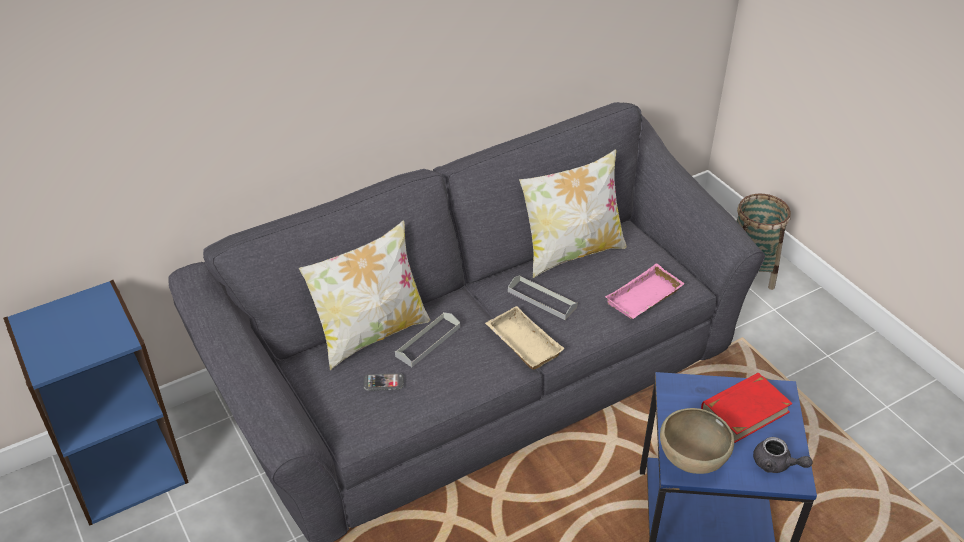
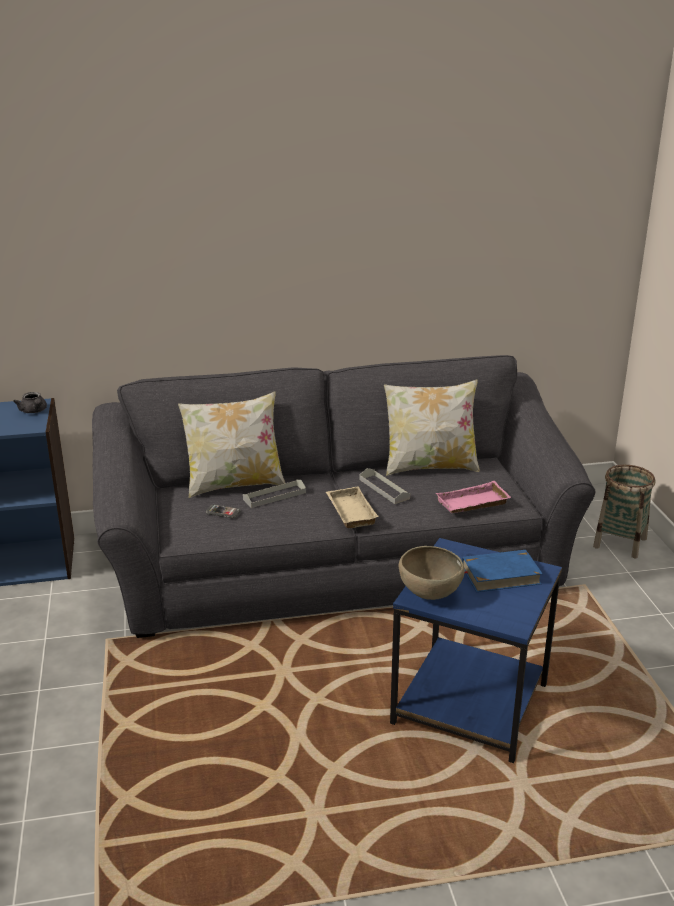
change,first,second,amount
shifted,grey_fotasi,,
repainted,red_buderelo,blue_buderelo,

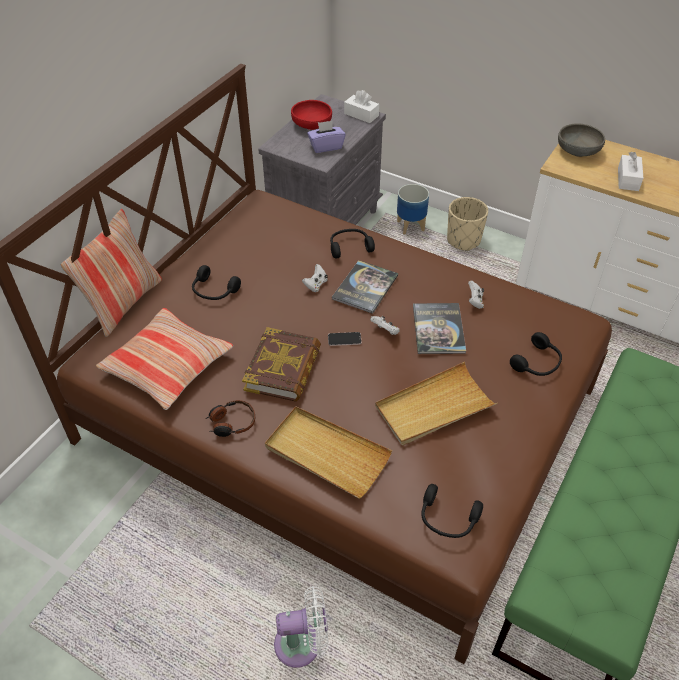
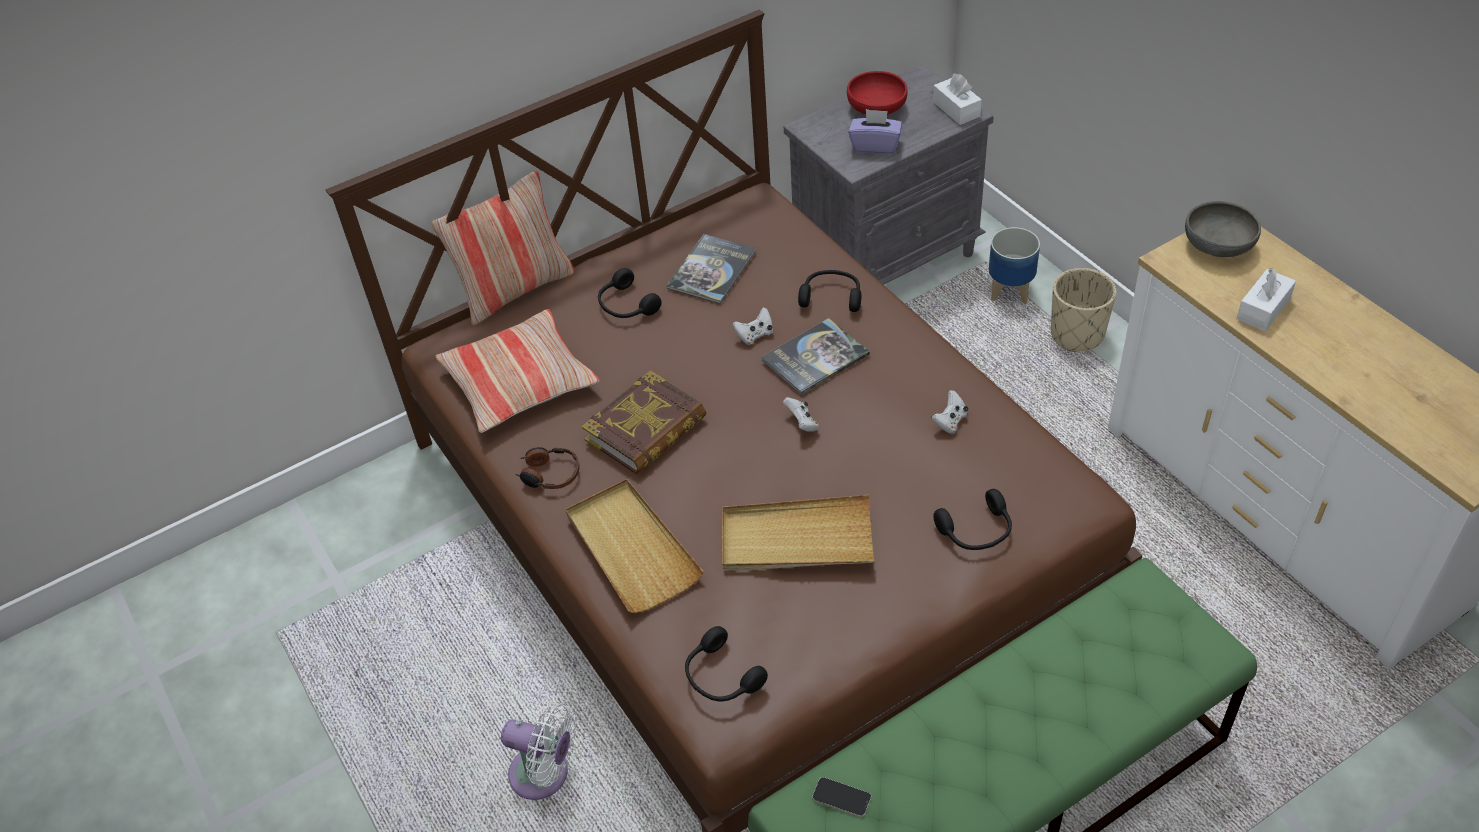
change,first,second,amount
shifted,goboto,,
shifted,buderelo (no. 3 from left in the first image),buderelo (no. 2 from left),

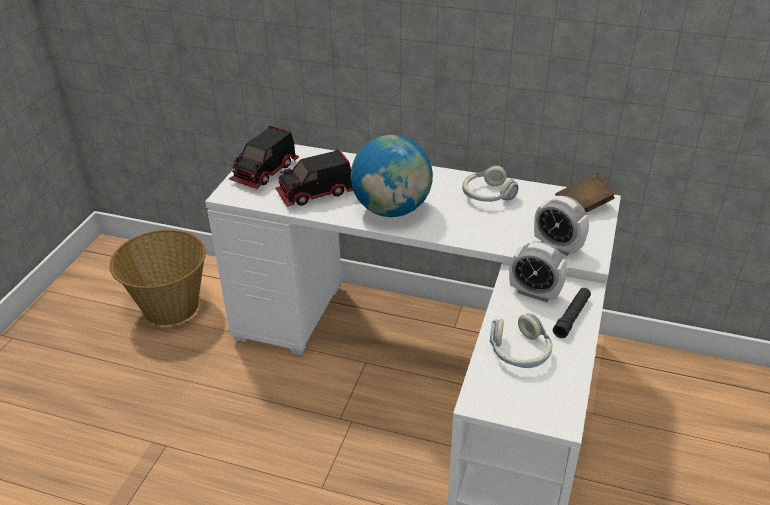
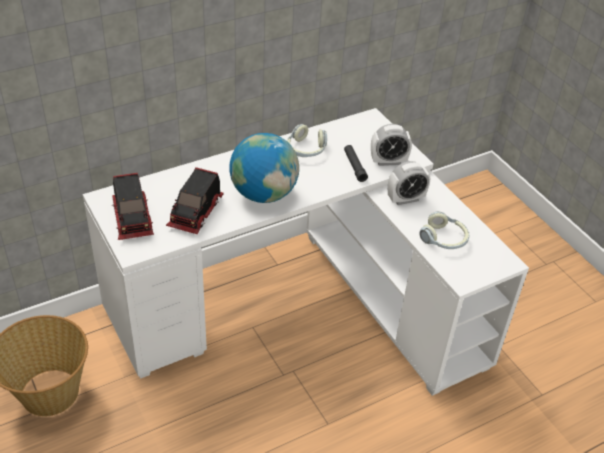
change,first,second,amount
gone,brown_buderelo,,
shifted,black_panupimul,,

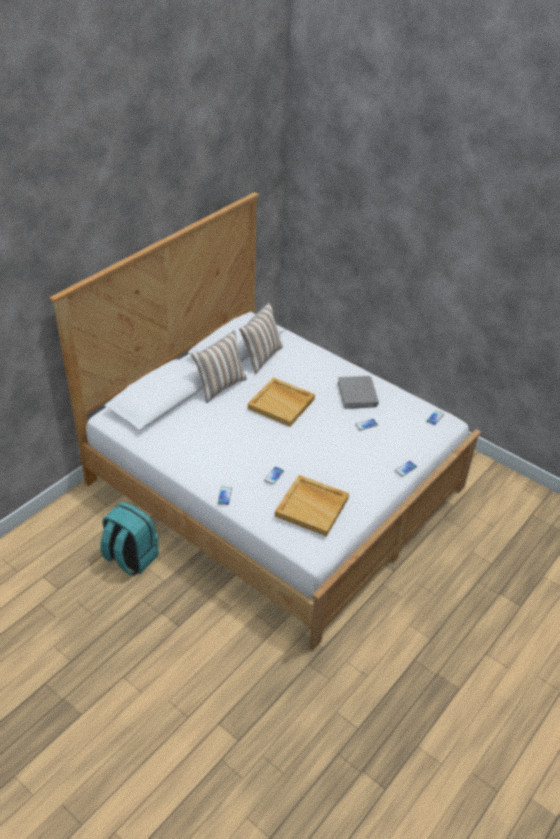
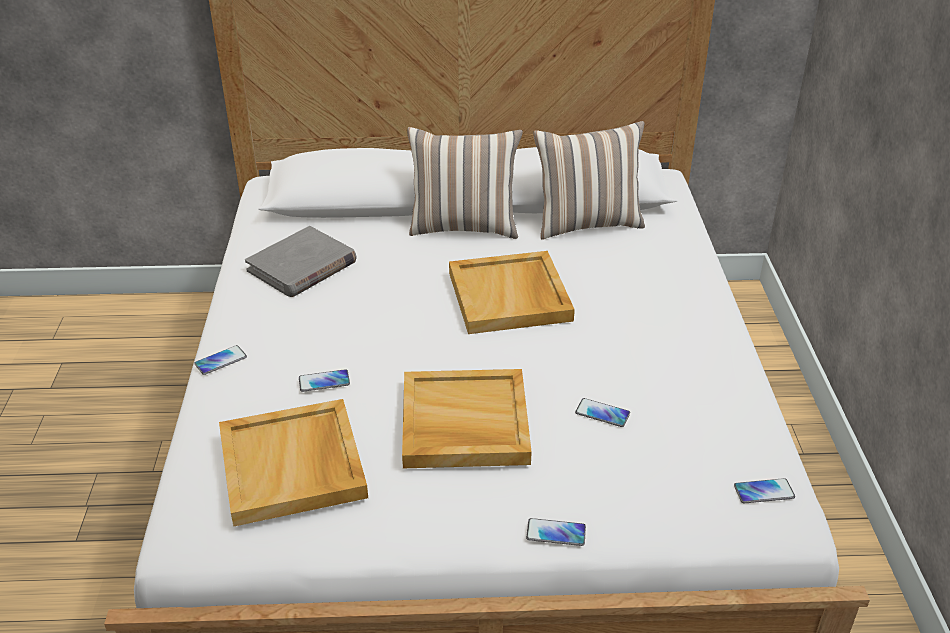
change,first,second,amount
gone,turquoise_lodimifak,,
new,,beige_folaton (no. 2 from left),
shifted,grey_buderelo,,

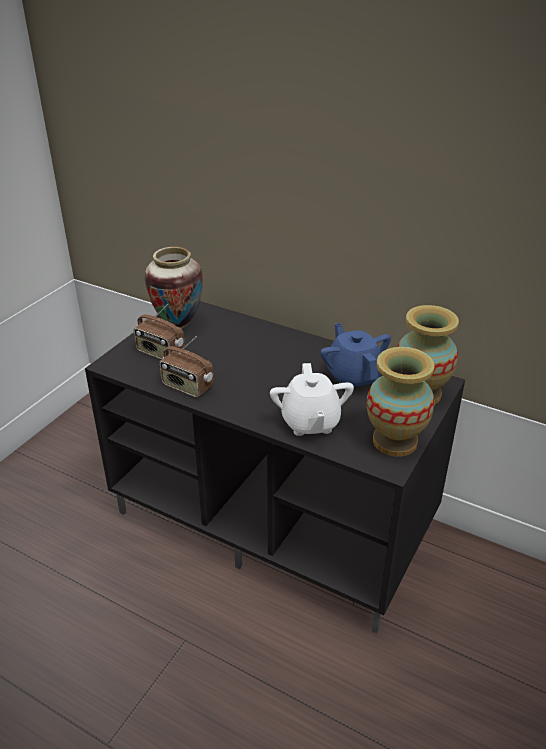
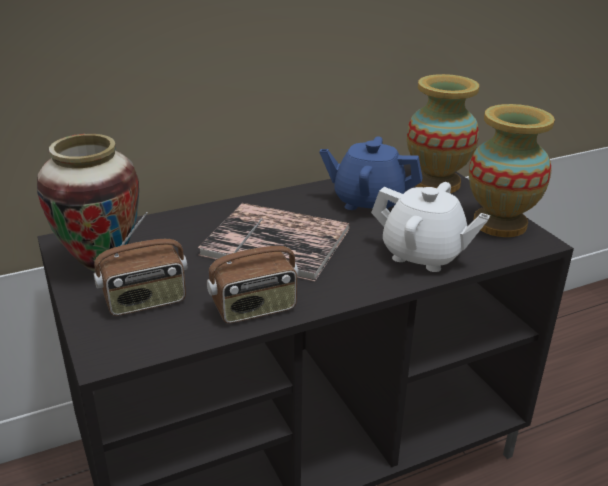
change,first,second,amount
new,,buderelo,

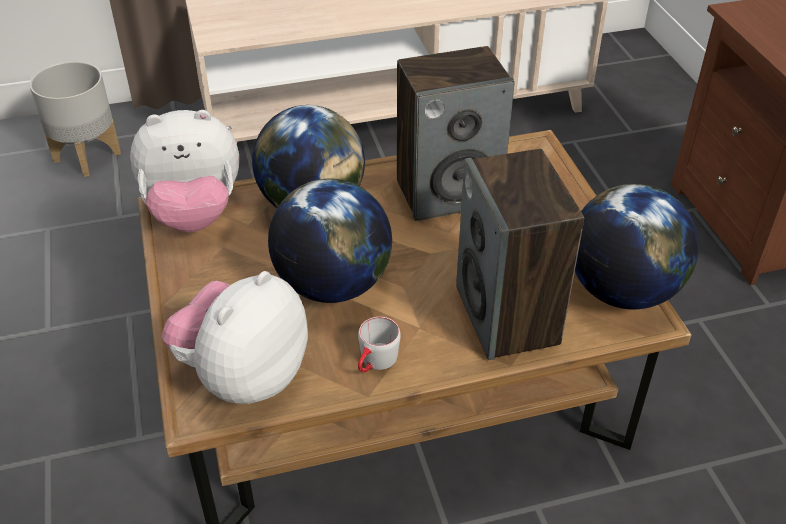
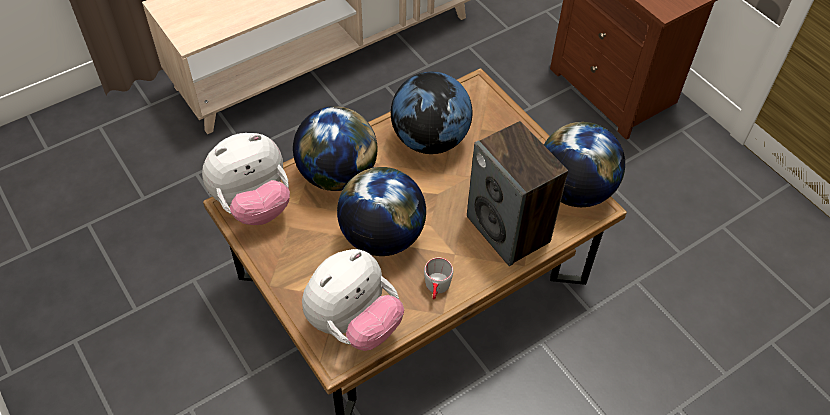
change,first,second,amount
gone,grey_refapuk,,
swapped,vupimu (no. 1 from left),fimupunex (no. 3 from left),
rotated,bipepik (no. 2 from left),,150 degrees counterclockwise

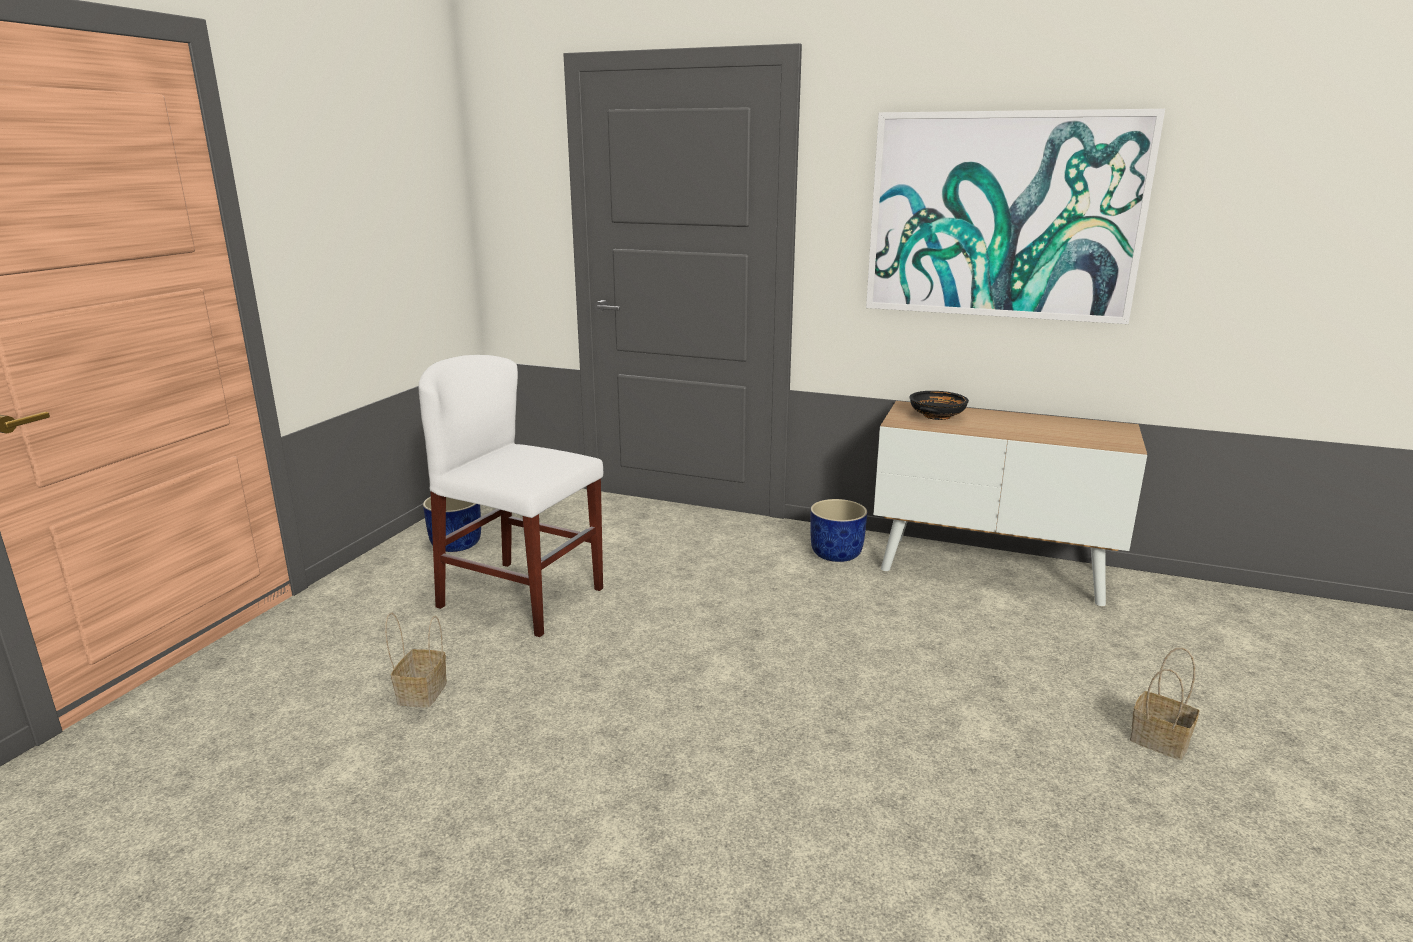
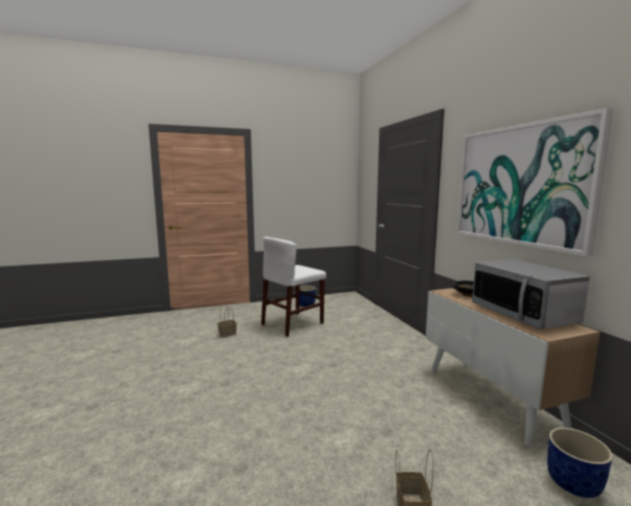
change,first,second,amount
new,,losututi,
shifted,blue_refapuk (no. 2 from left),,
rotated,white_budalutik,,120 degrees counterclockwise

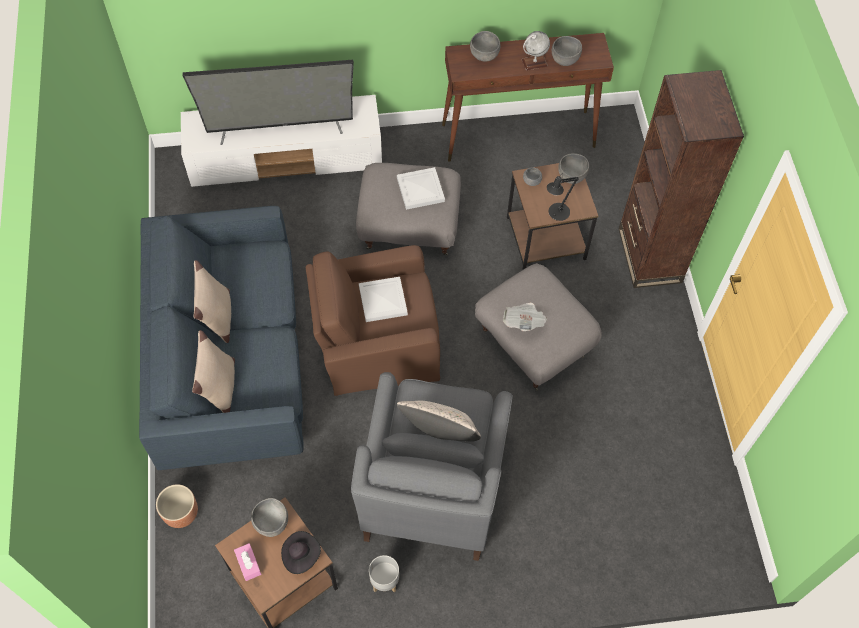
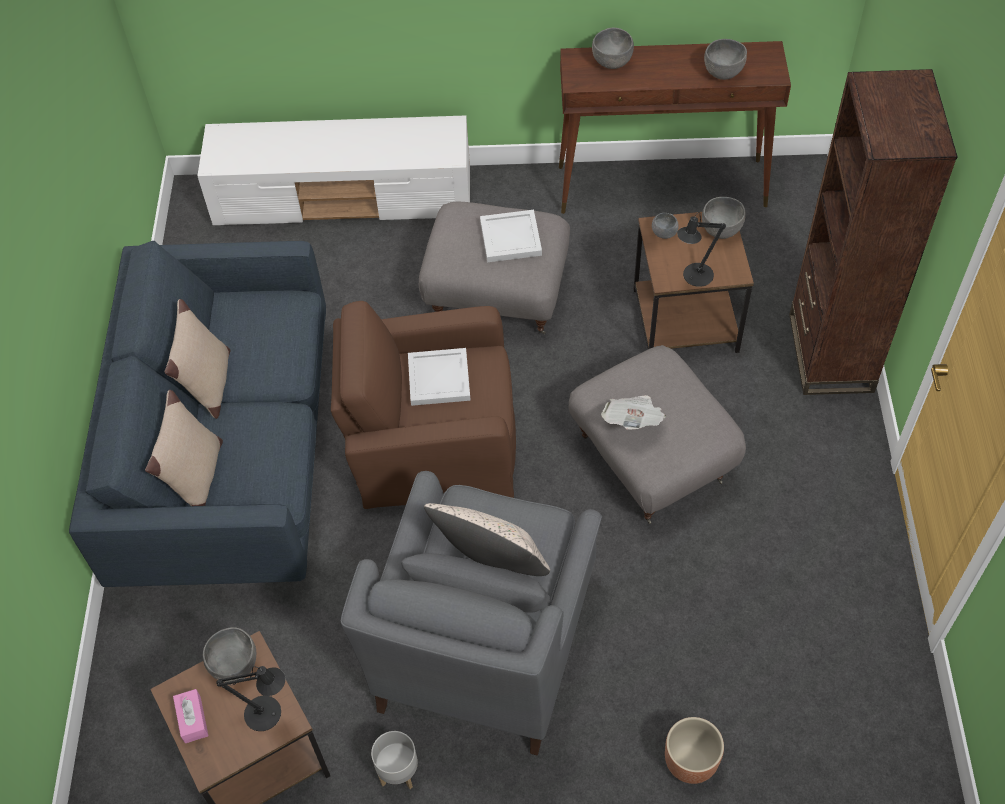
change,first,second,amount
gone,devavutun,,
gone,fimupunex,,
shifted,brown_refapuk,,
swapped,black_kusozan,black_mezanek (no. 1 from left),

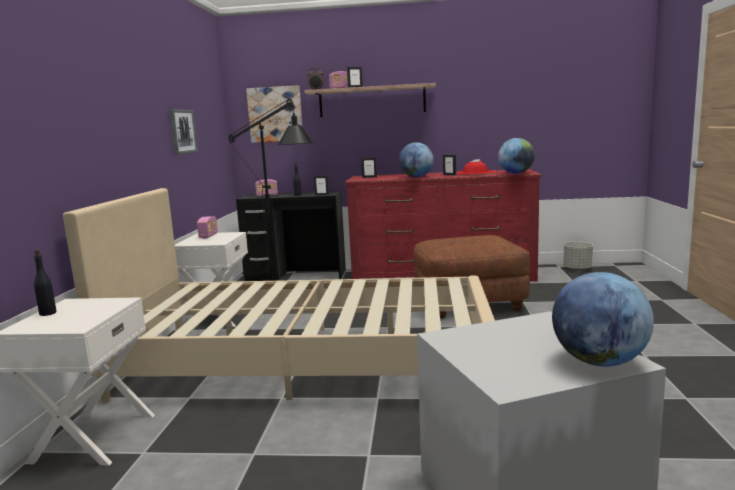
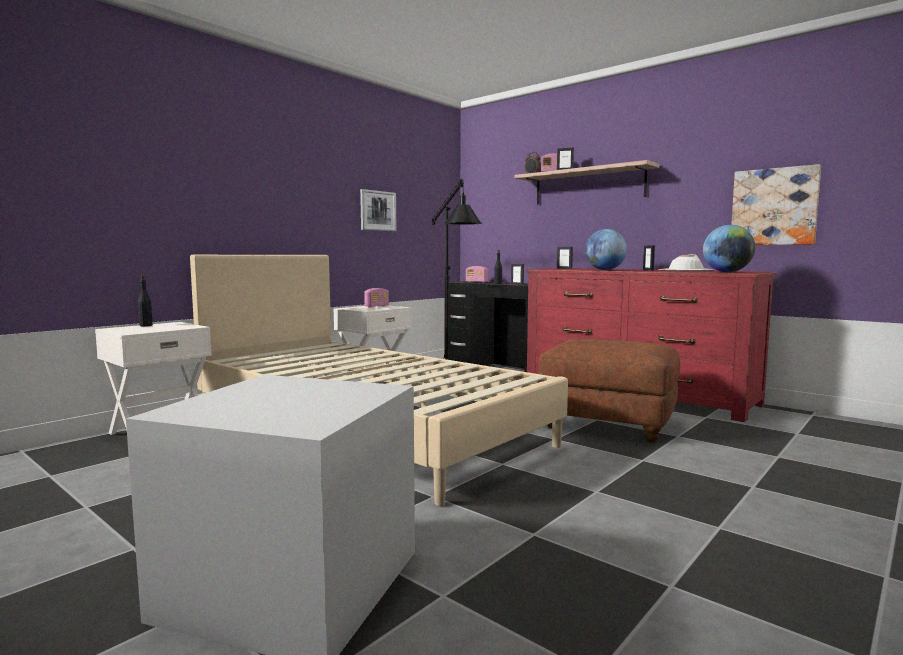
change,first,second,amount
gone,fimupunex (no. 3 from left),,
gone,grey_refapuk,,
shifted,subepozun (no. 2 from left),,
repainted,red_kusozan,white_kusozan,

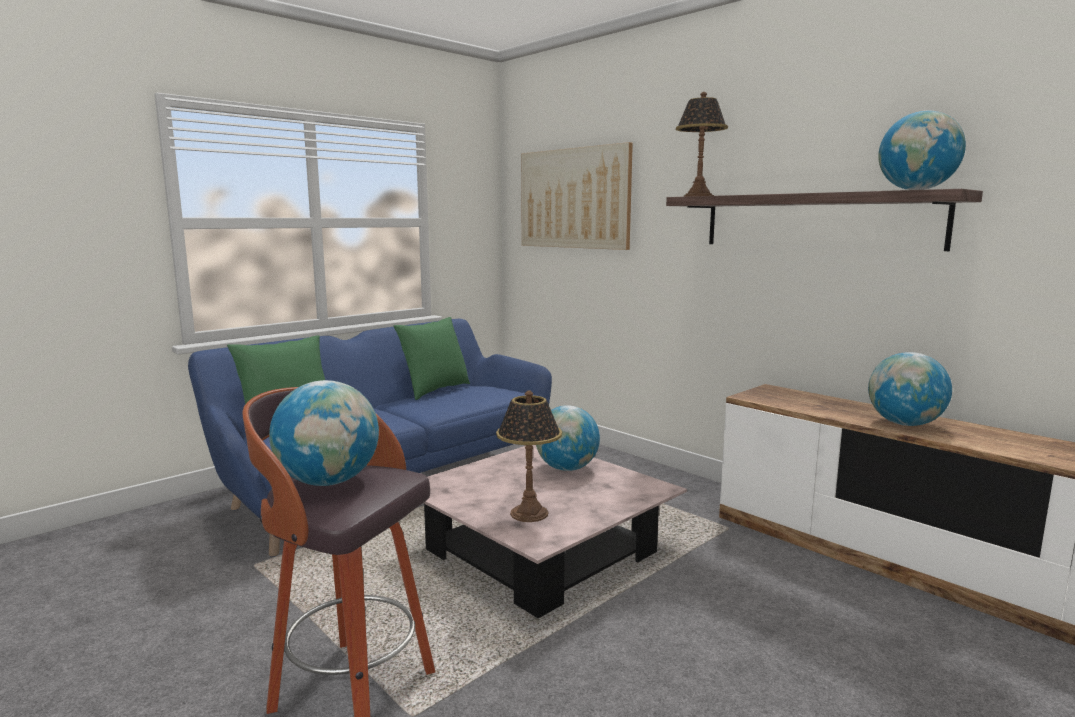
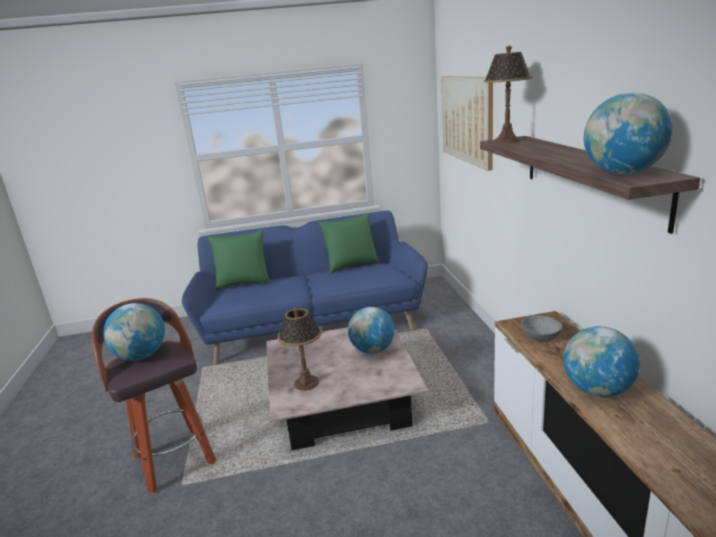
change,first,second,amount
new,,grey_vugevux,

